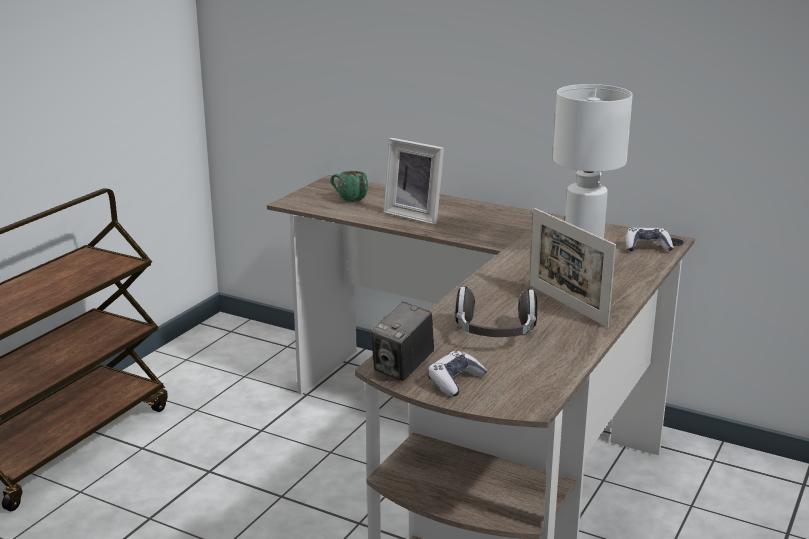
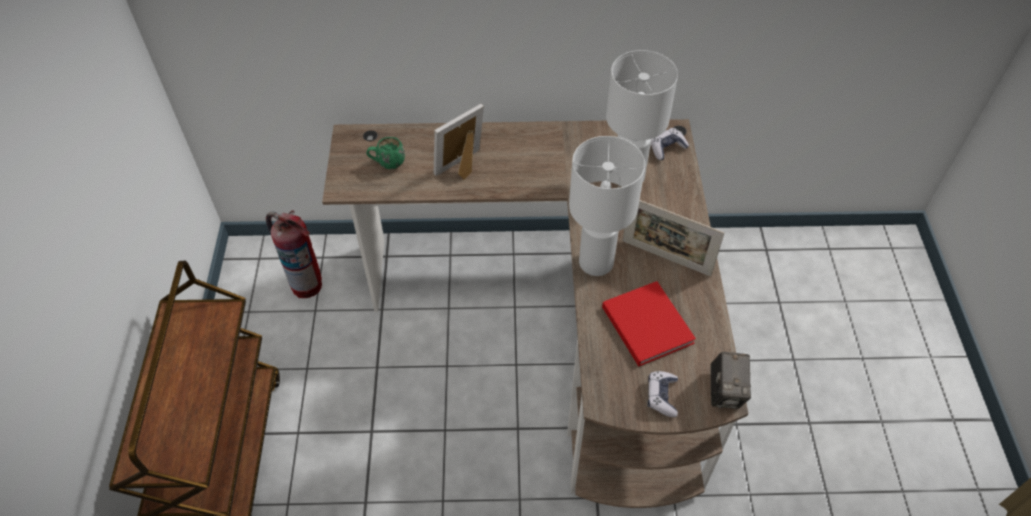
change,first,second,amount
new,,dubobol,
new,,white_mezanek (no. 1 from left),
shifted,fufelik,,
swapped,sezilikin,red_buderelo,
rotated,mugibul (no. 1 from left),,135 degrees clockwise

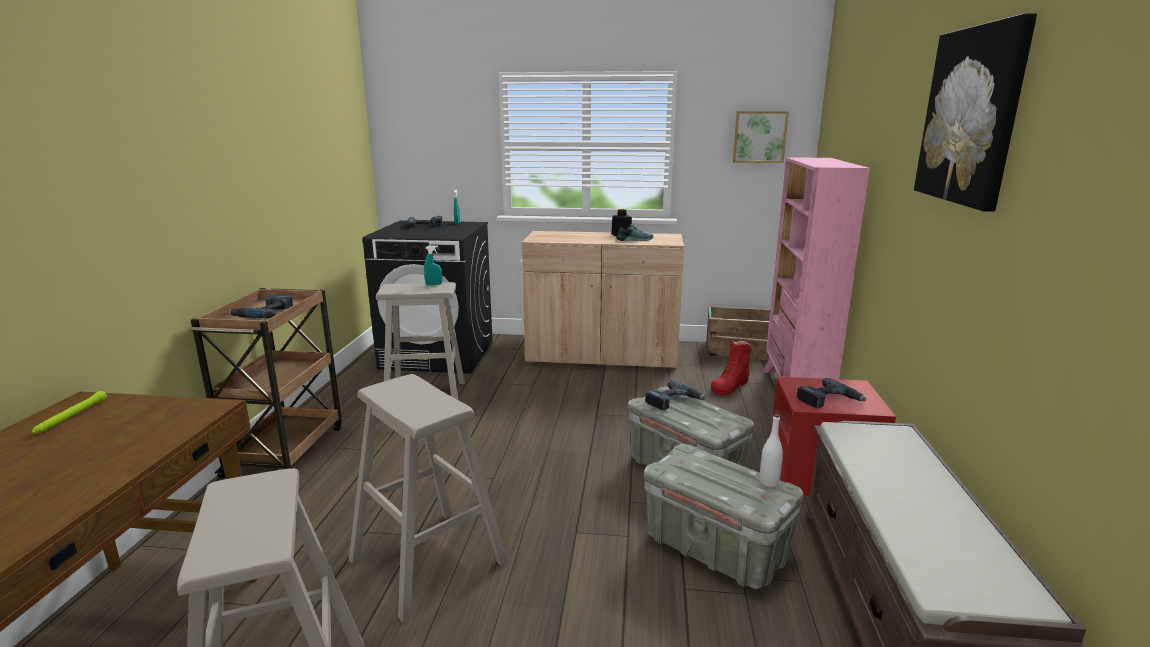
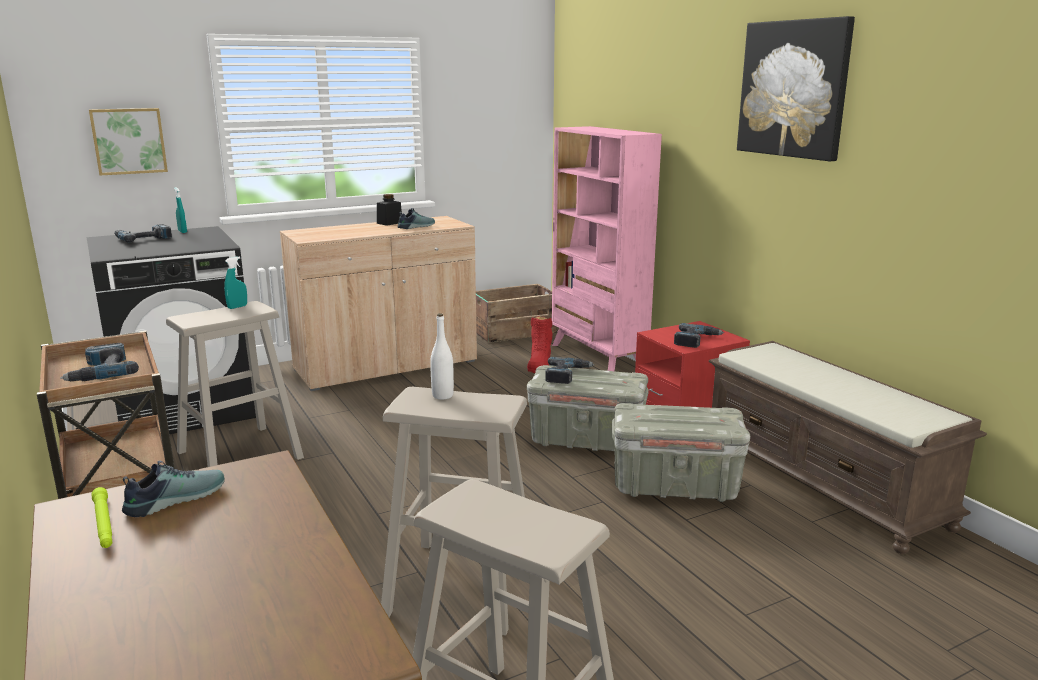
change,first,second,amount
new,,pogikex (no. 1 from left),
shifted,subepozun (no. 1 from left),,
shifted,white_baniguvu,,

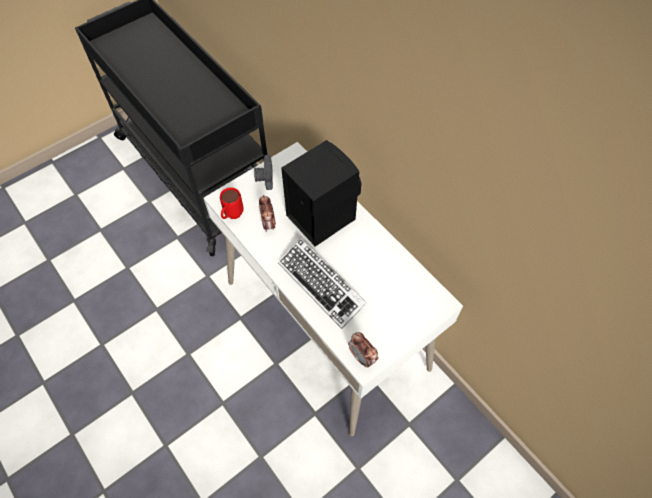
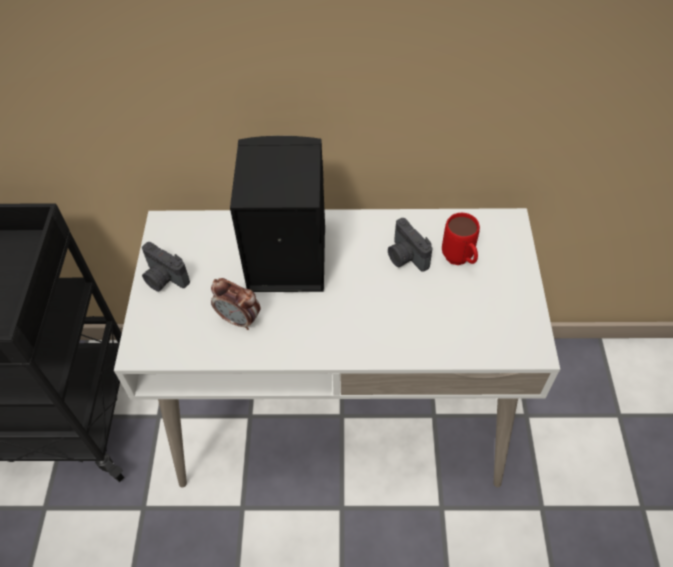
change,first,second,amount
gone,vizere,,
gone,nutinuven (no. 2 from left),,
new,,fufelik (no. 2 from left),
shifted,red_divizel,,

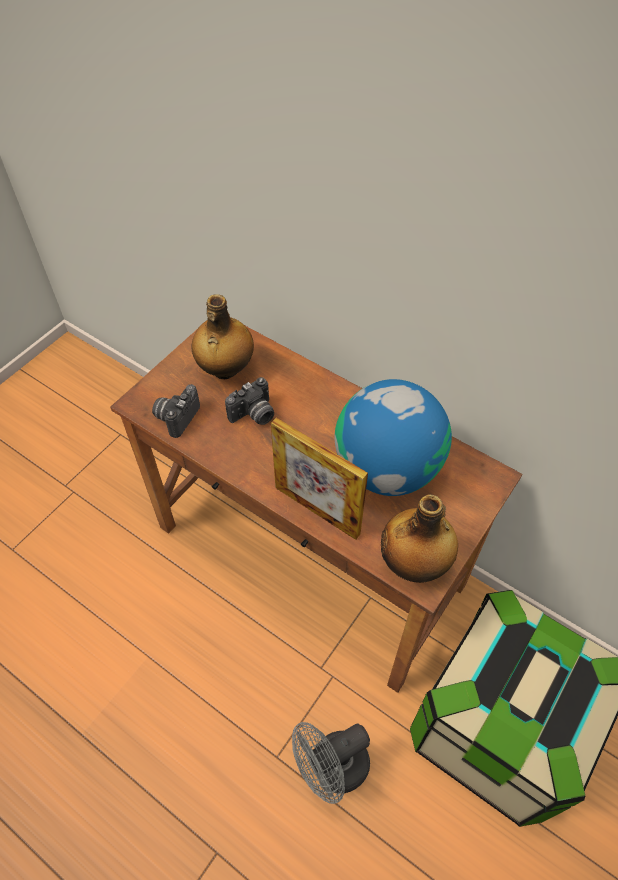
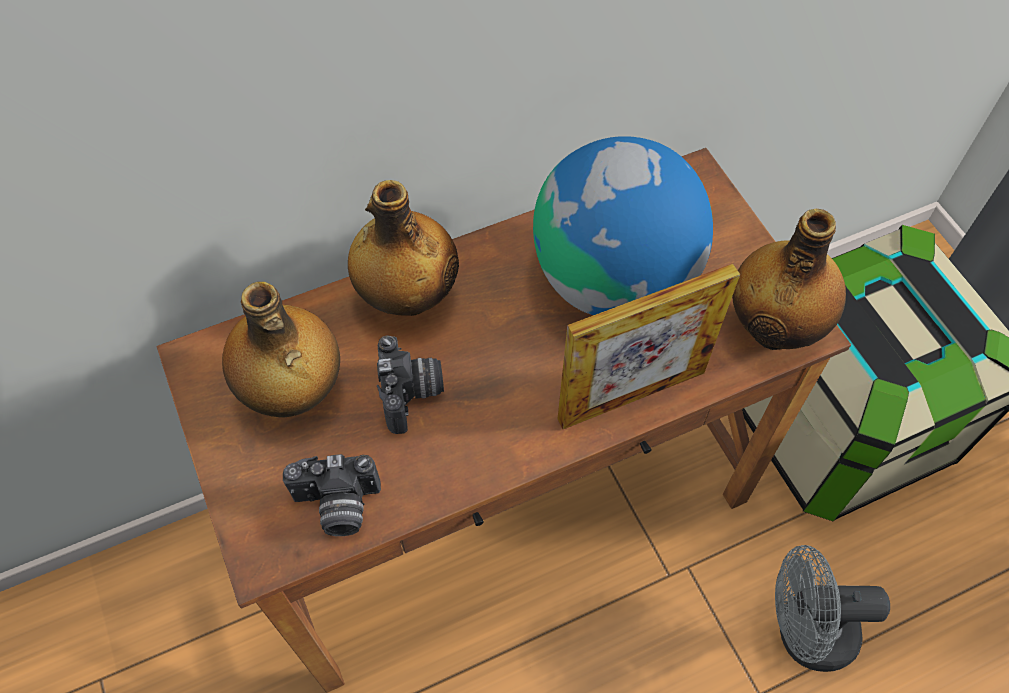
change,first,second,amount
new,,baniguvu (no. 2 from left),
rotated,fufelik (no. 1 from left),,60 degrees counterclockwise
rotated,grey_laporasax,,90 degrees clockwise

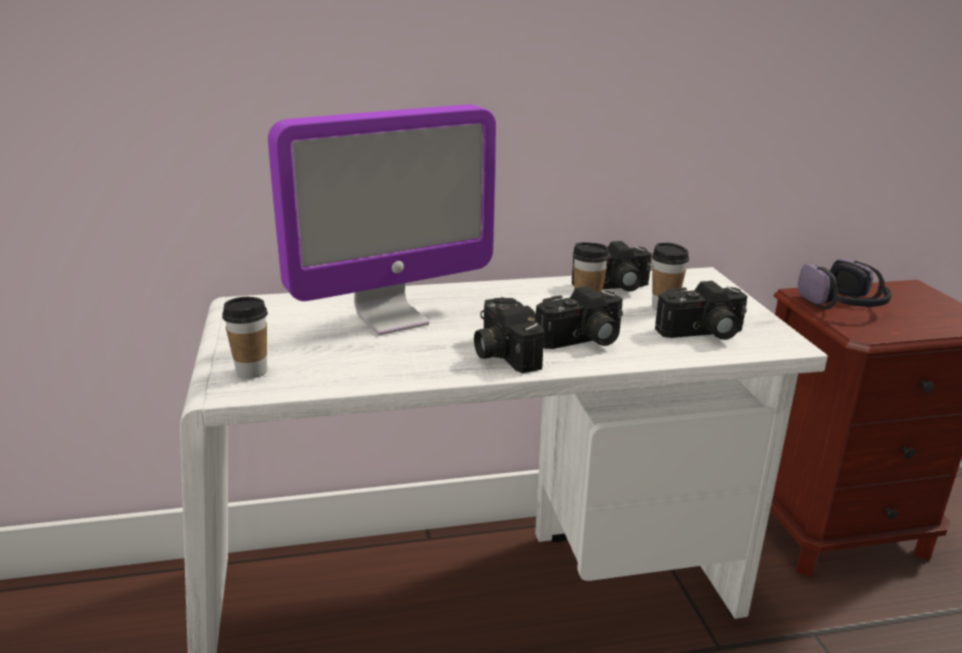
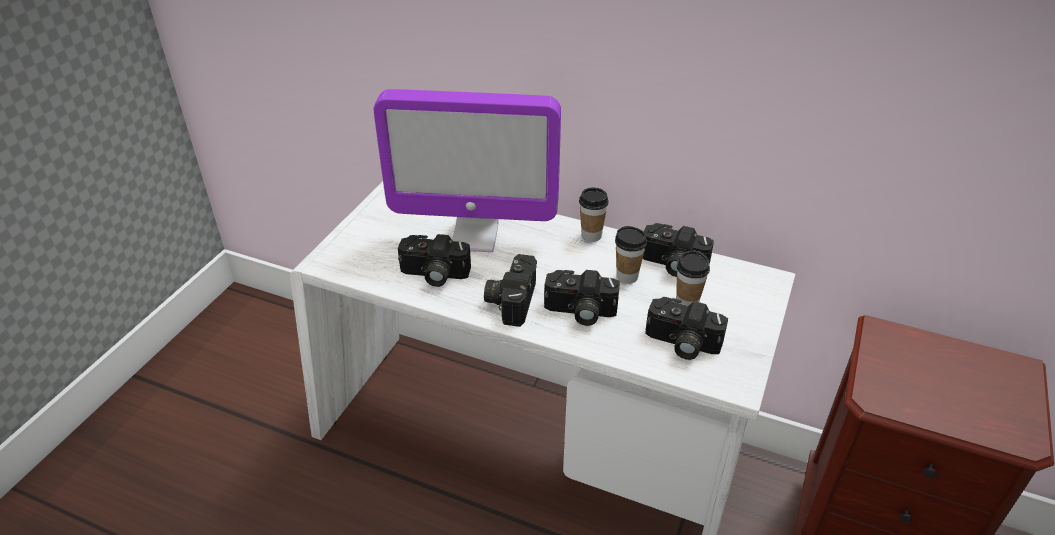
change,first,second,amount
gone,sezilikin,,
new,,fufelik (no. 1 from left),
shifted,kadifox (no. 1 from left),,

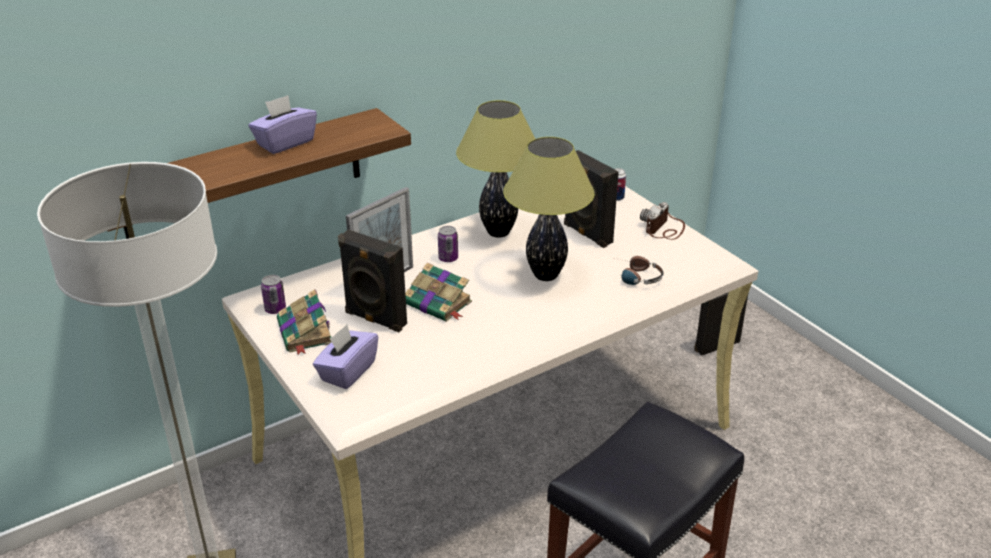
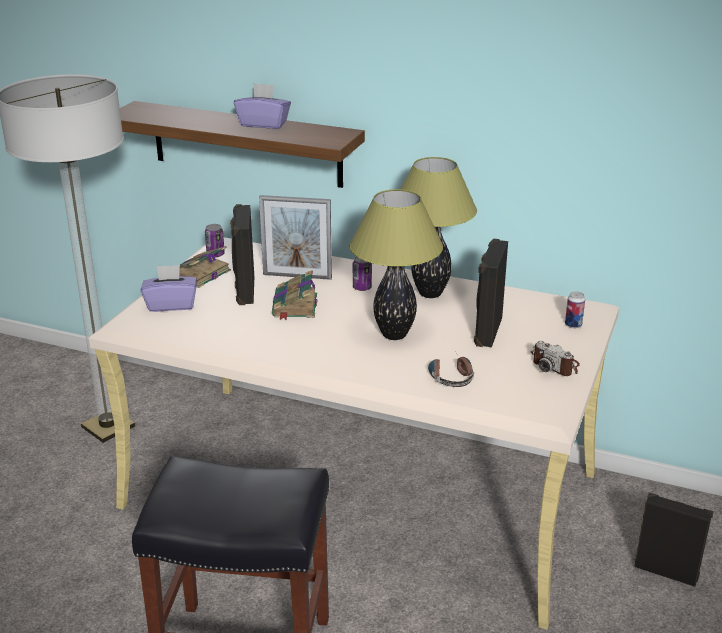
change,first,second,amount
rotated,fufelik,,135 degrees counterclockwise

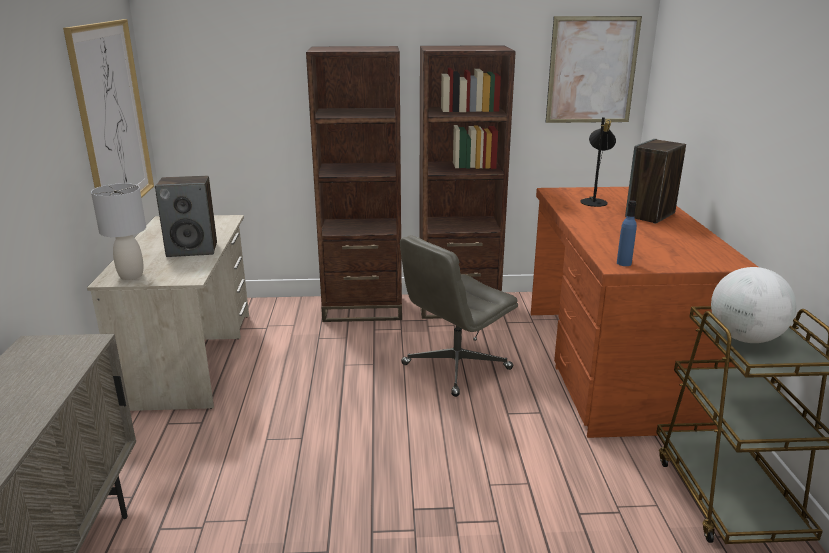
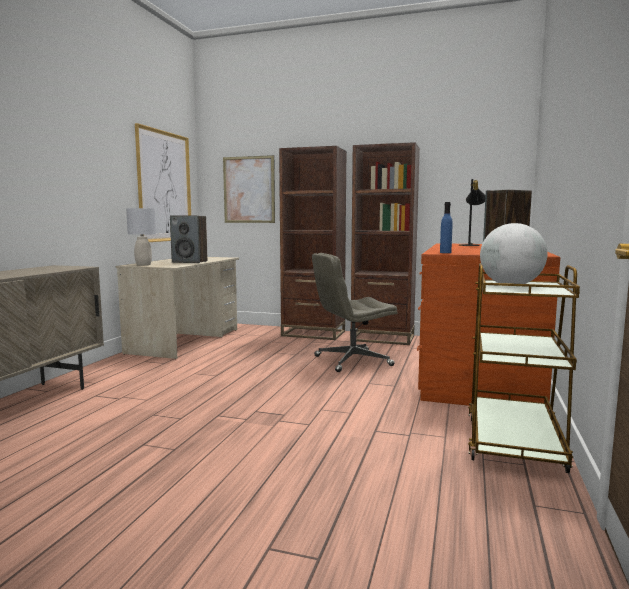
change,first,second,amount
shifted,subepozun (no. 2 from left),,

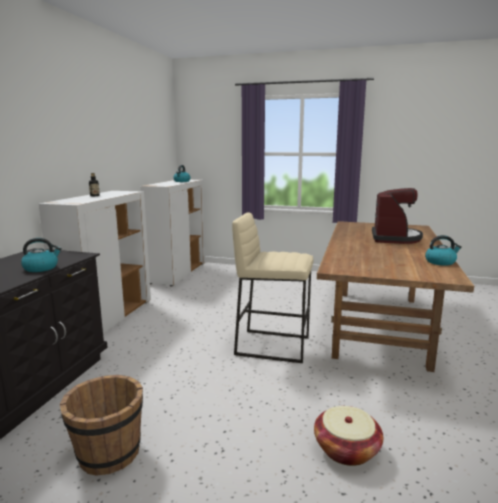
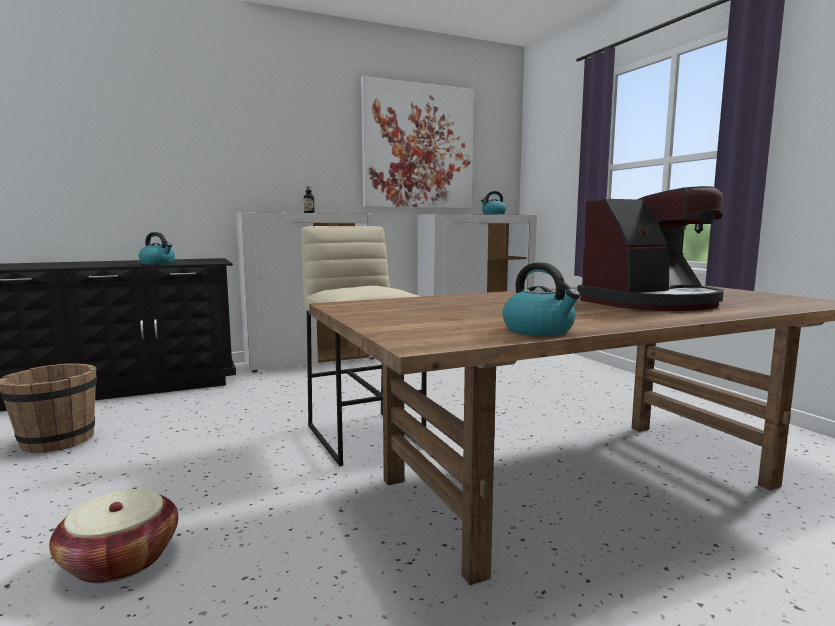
change,first,second,amount
new,,subepozun,

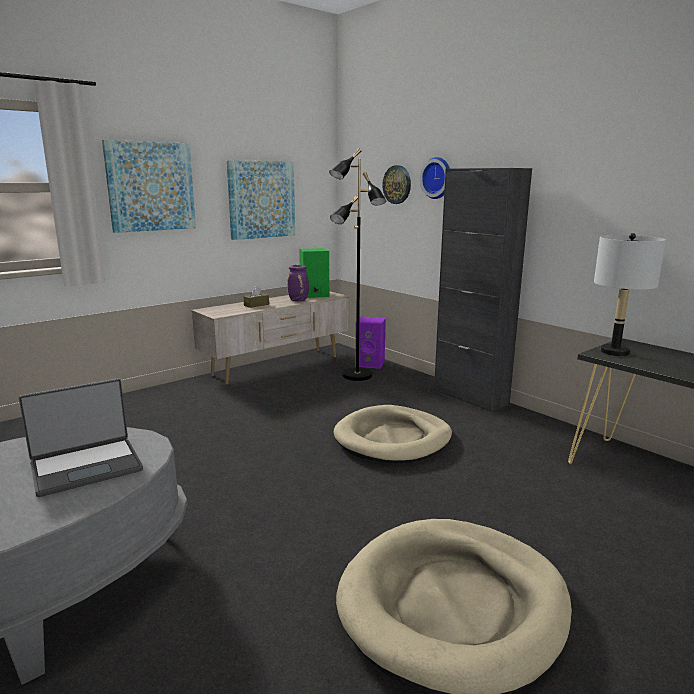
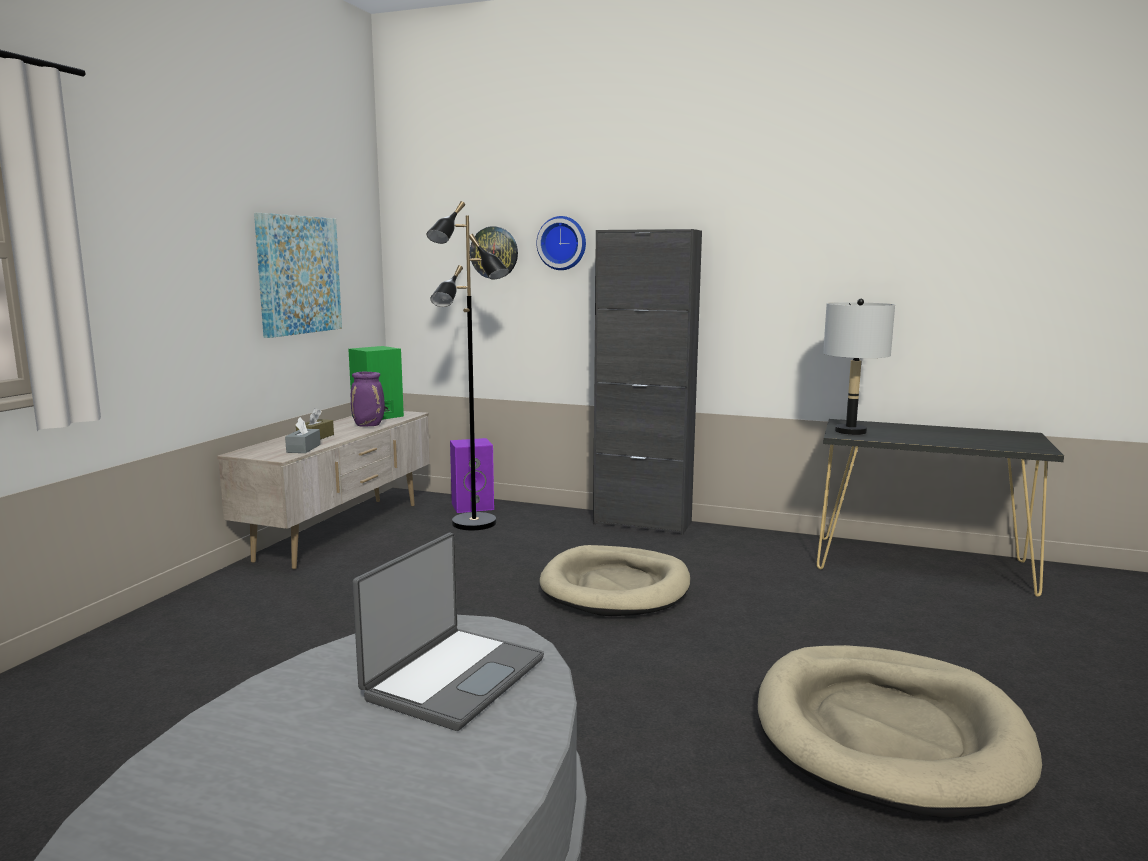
change,first,second,amount
gone,subepozun (no. 1 from left),,
new,,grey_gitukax,

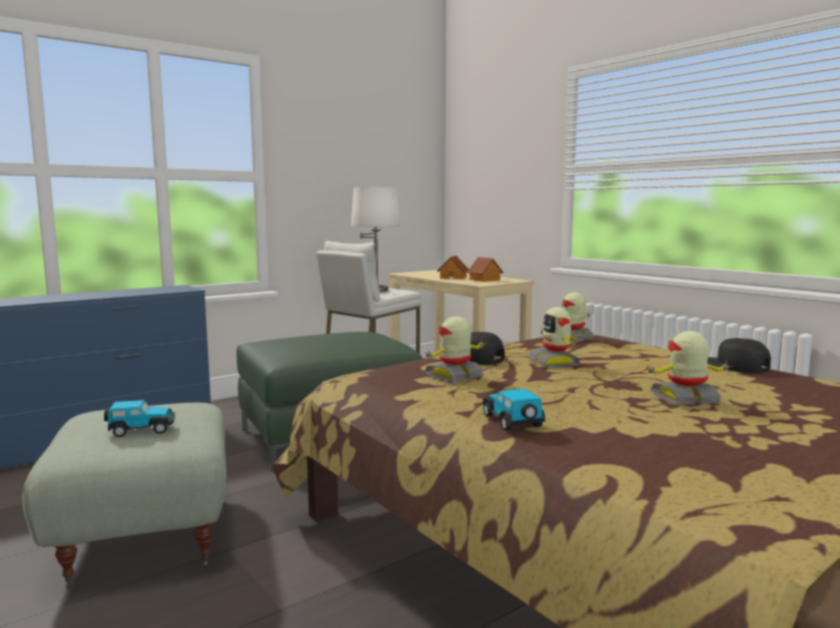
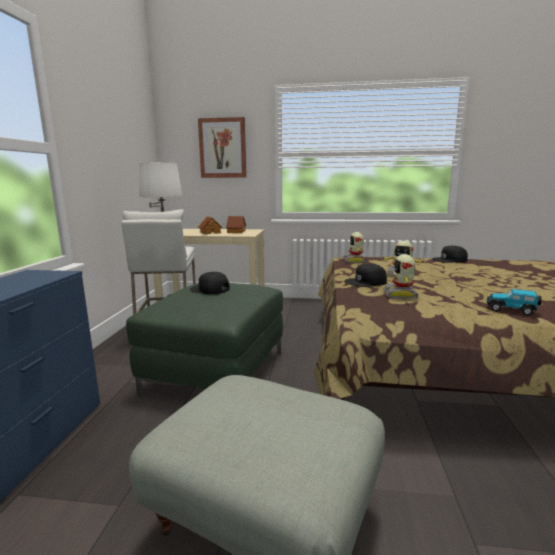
change,first,second,amount
gone,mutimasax (no. 1 from left),,
gone,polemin (no. 4 from left),,
new,,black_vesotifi (no. 1 from left),
new,,subepozun,

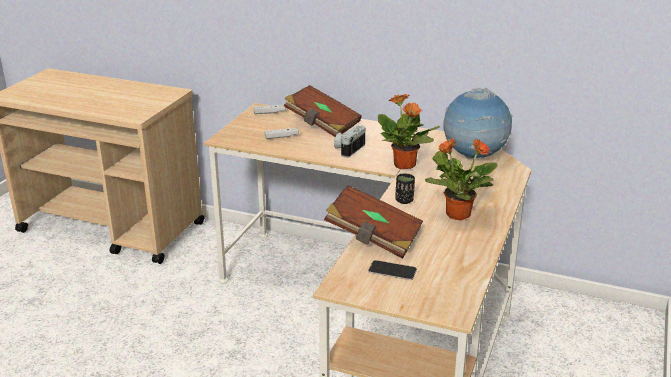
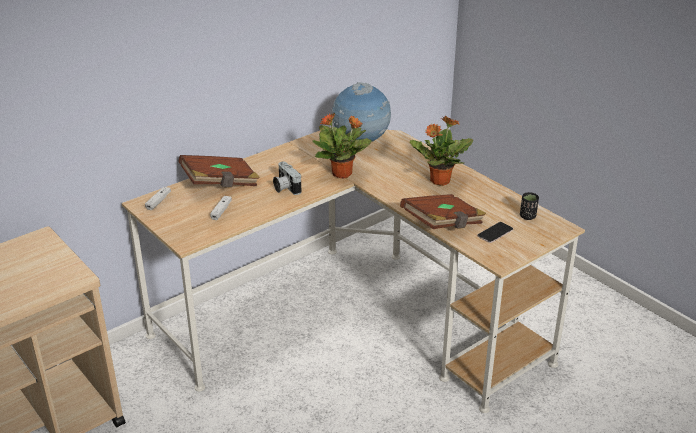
change,first,second,amount
shifted,black_kadifox,,

